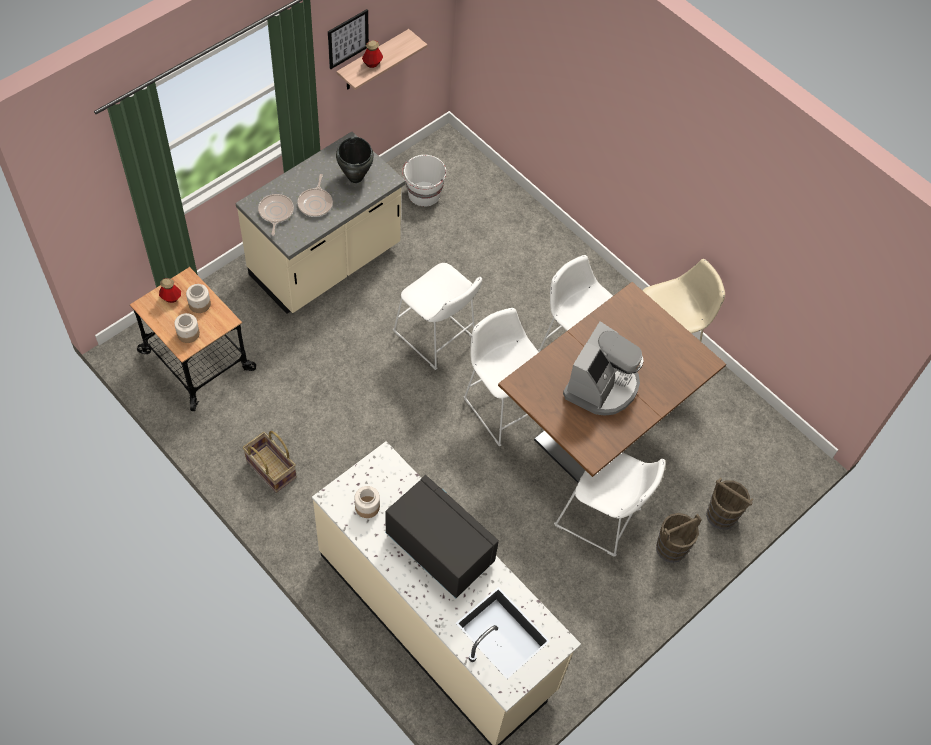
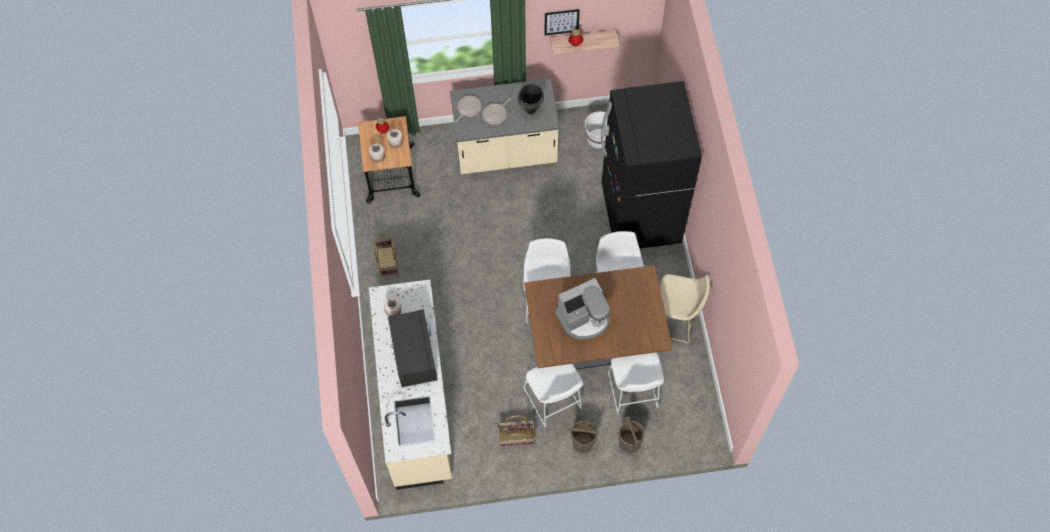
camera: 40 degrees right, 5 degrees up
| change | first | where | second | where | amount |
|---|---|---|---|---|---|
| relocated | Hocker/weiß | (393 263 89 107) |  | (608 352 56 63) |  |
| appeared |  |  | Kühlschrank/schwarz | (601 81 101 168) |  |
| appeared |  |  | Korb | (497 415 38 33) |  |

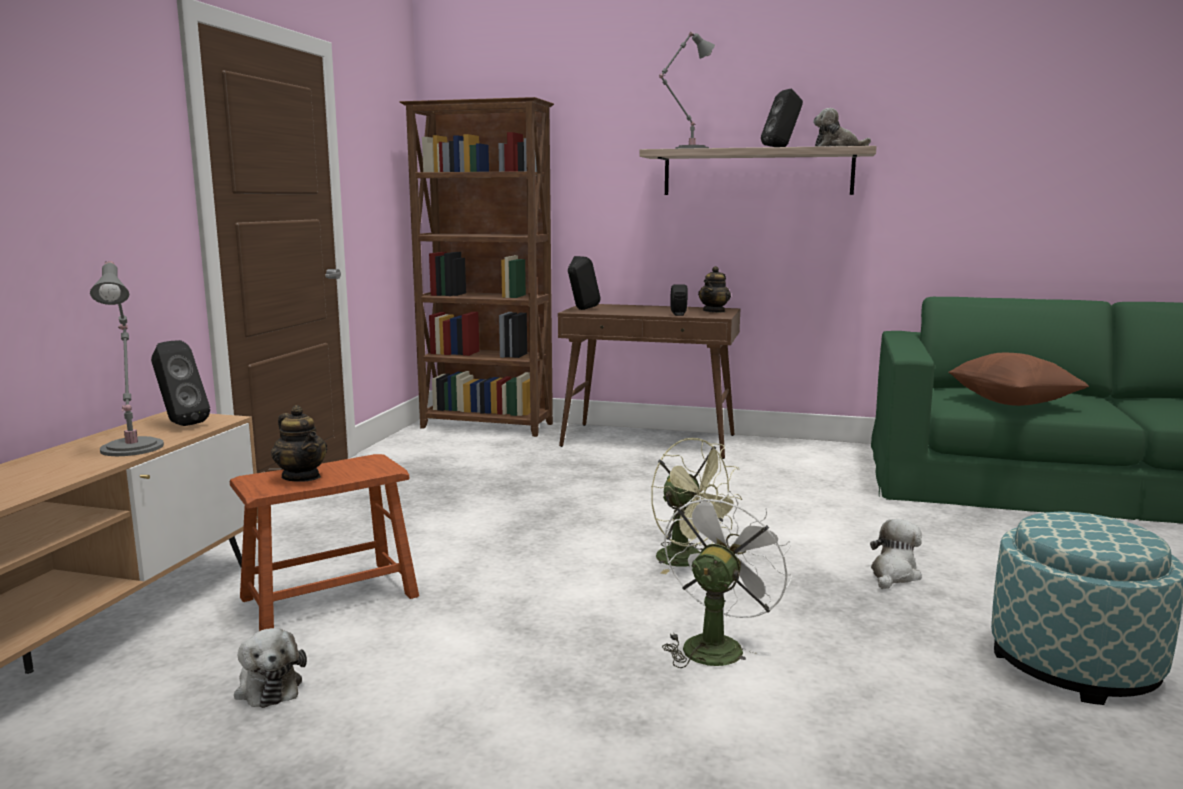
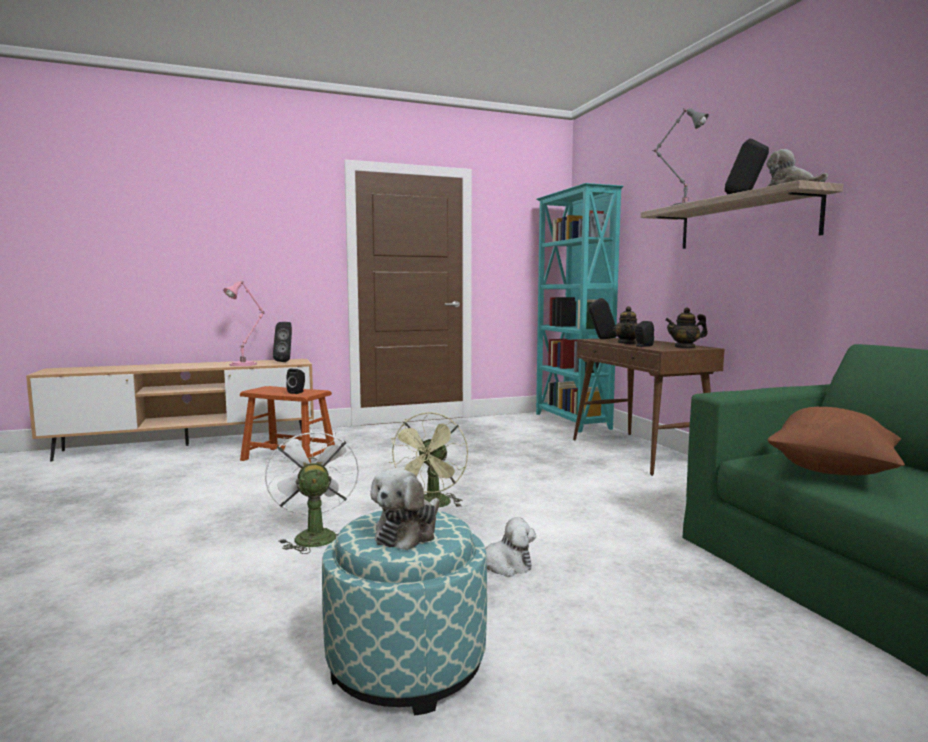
camera: 55 degrees right, 5 degrees down
| change | first | where | second | where | amount |
|---|---|---|---|---|---|
| colour | Bücherregal/braun | (400 97 154 340) | Bücherregal/türkis | (536 183 87 250) |  |
| colour | Tischlampe/grau | (90 261 74 195) | Tischlampe/rosa | (223 281 42 85) |  |
| relocated | Teekanne | (271 405 56 77) |  | (613 306 25 38) |  |
| spun | Ventilator/weiß | (662 490 130 178) |  | (265 427 94 127) | 105 degrees counterclockwise |
| relocated | Plüschtier | (234 628 73 80) |  | (370 468 70 82) |  |
| appeared |  |  | Lautsprecher/schwarz | (286 369 19 25) |  |

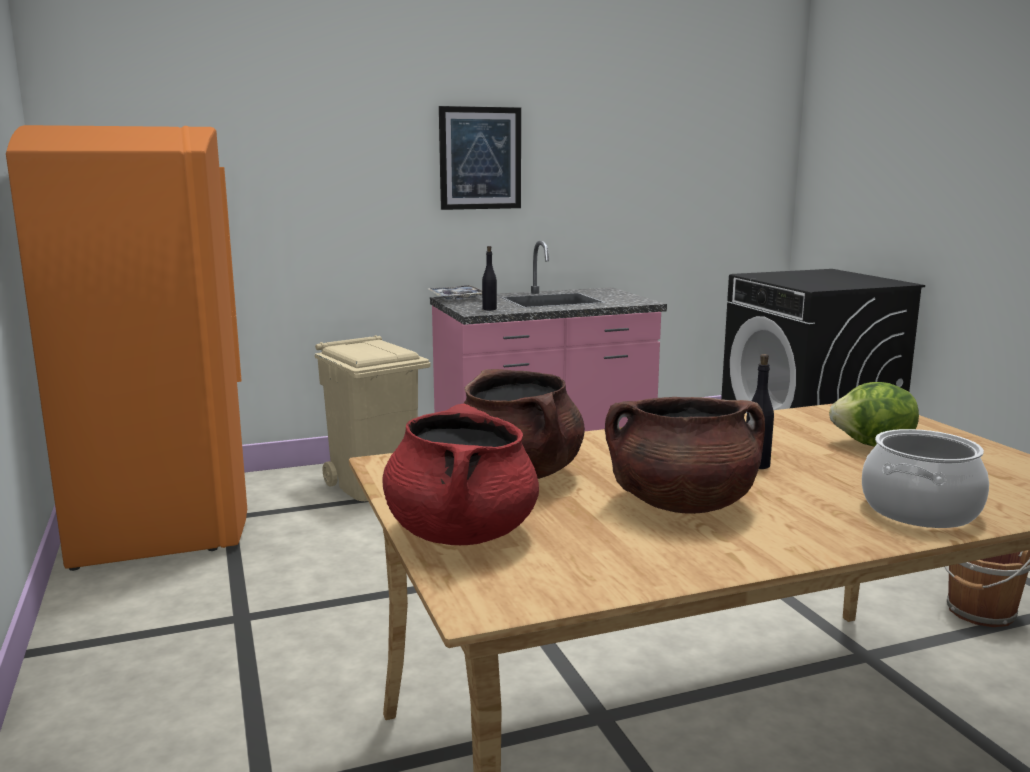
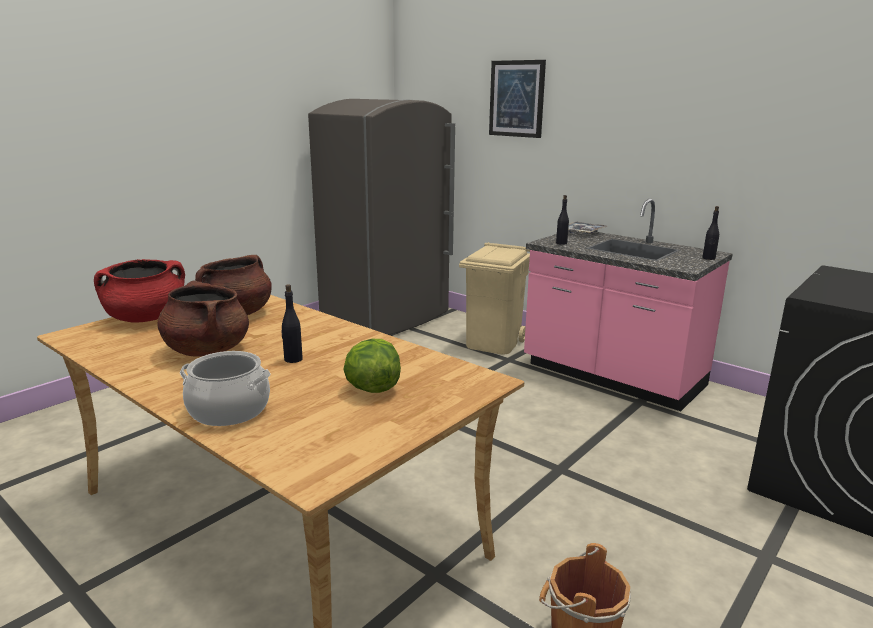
camera: 60 degrees right, 5 degrees up
| change | first | where | second | where | amount |
|---|---|---|---|---|---|
| relocated | Bild | (439 106 82 104) |  | (489 60 57 78) |  |
| colour | Kühlschrank/orange | (6 125 241 446) | Kühlschrank/grau | (308 99 147 236) |  |
| appeared |  |  | Flasche/schwarz | (703 206 16 54) |  |

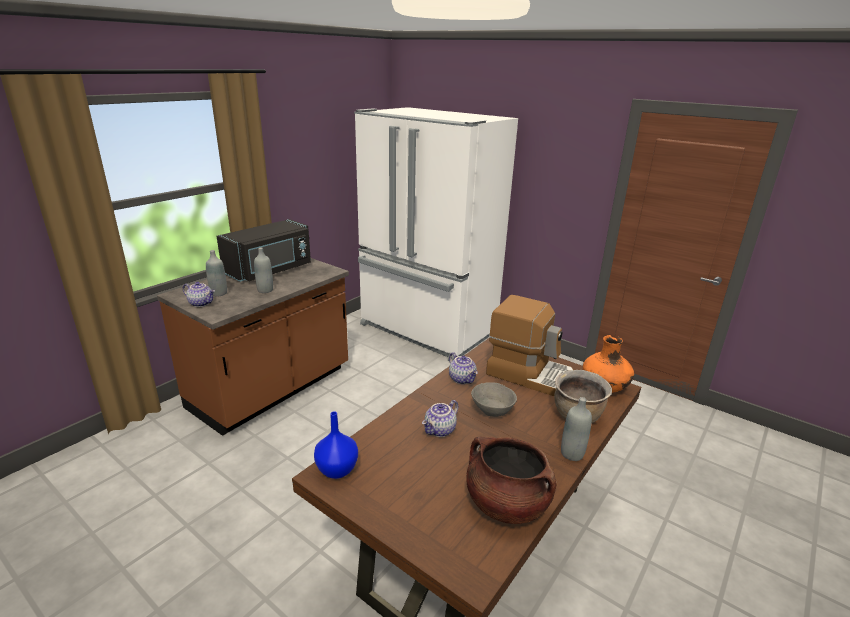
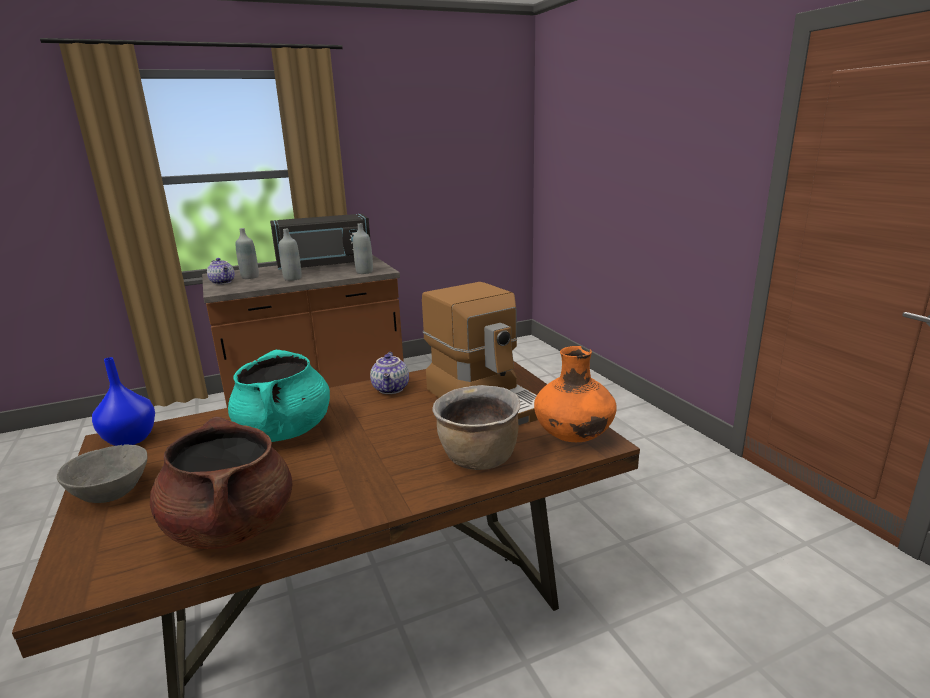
camera: 30 degrees right, 5 degrees down
| change | first | where | second | where | amount |
|---|---|---|---|---|---|
| missing | Kühlschrank/weiß | (354 107 164 254) |  |  |  |
| relocated | Schüssel/grau | (471 382 46 35) |  | (57 444 90 59) |  |
| relocated | Flasche/grau | (561 397 31 64) |  | (353 223 20 51) |  |
| exchanged | Teekanne | (422 400 36 37) | Kochtopf/türkis | (228 350 102 92) |  |

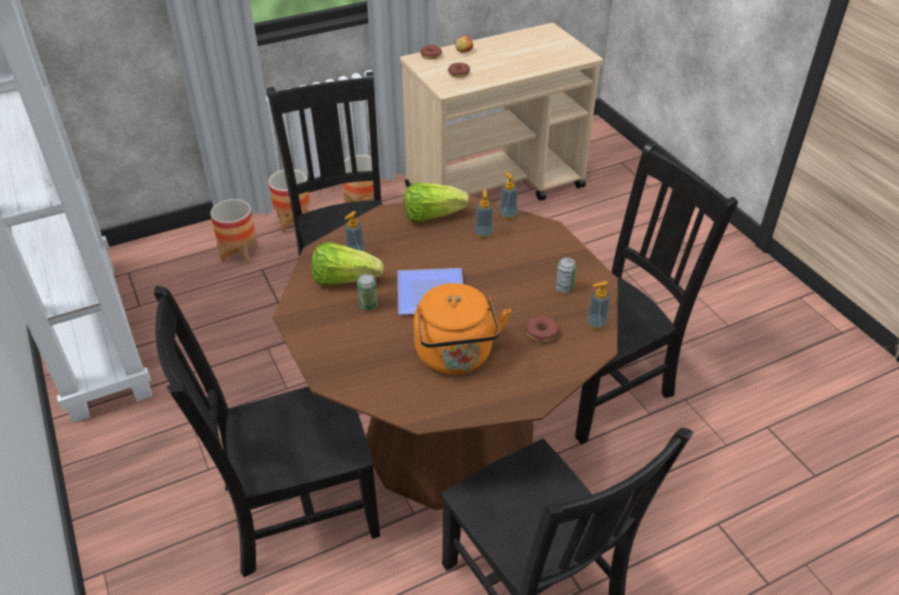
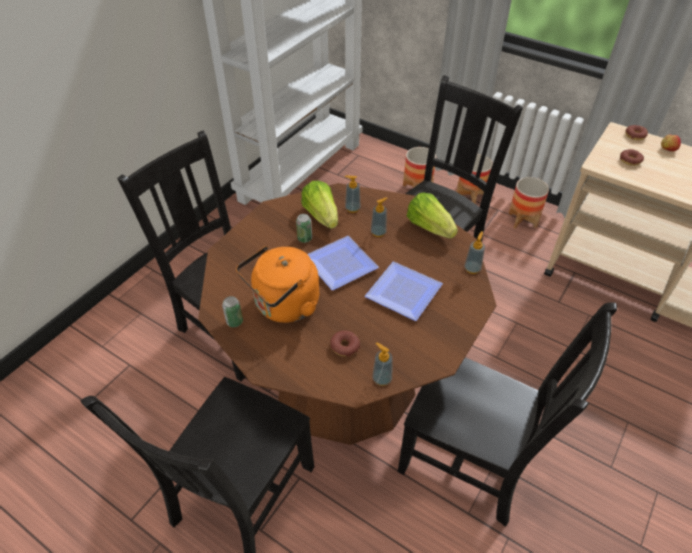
camera: 60 degrees right, 5 degrees up
| change | first | where | second | where | amount |
|---|---|---|---|---|---|
| relocated | Seifenspender | (474 189 19 50) |  | (371 197 17 40) |  |
| relocated | Dose | (555 257 21 36) |  | (222 296 21 31) |  |
| appeared |  |  | Teller | (365 262 78 59) |  |

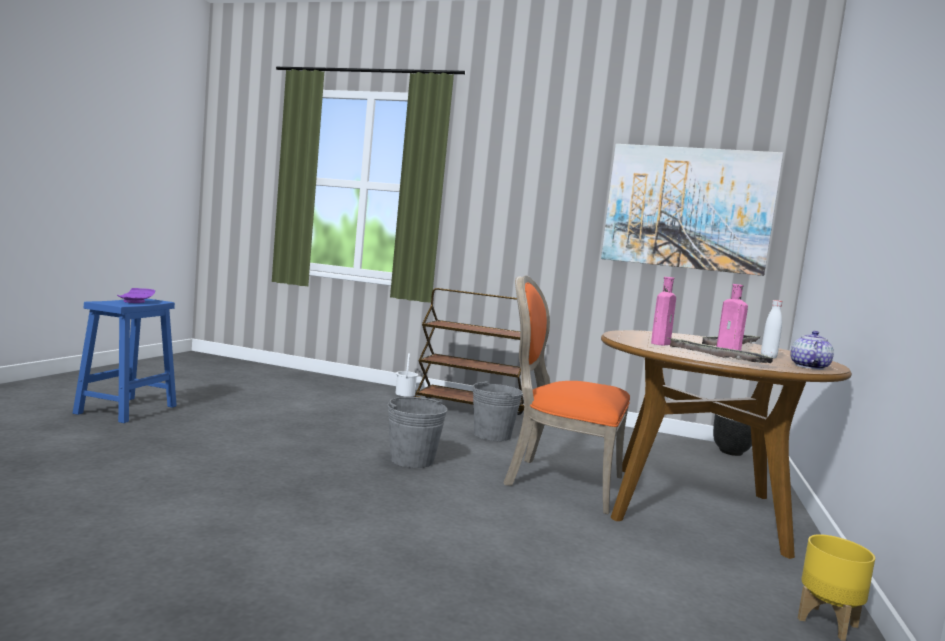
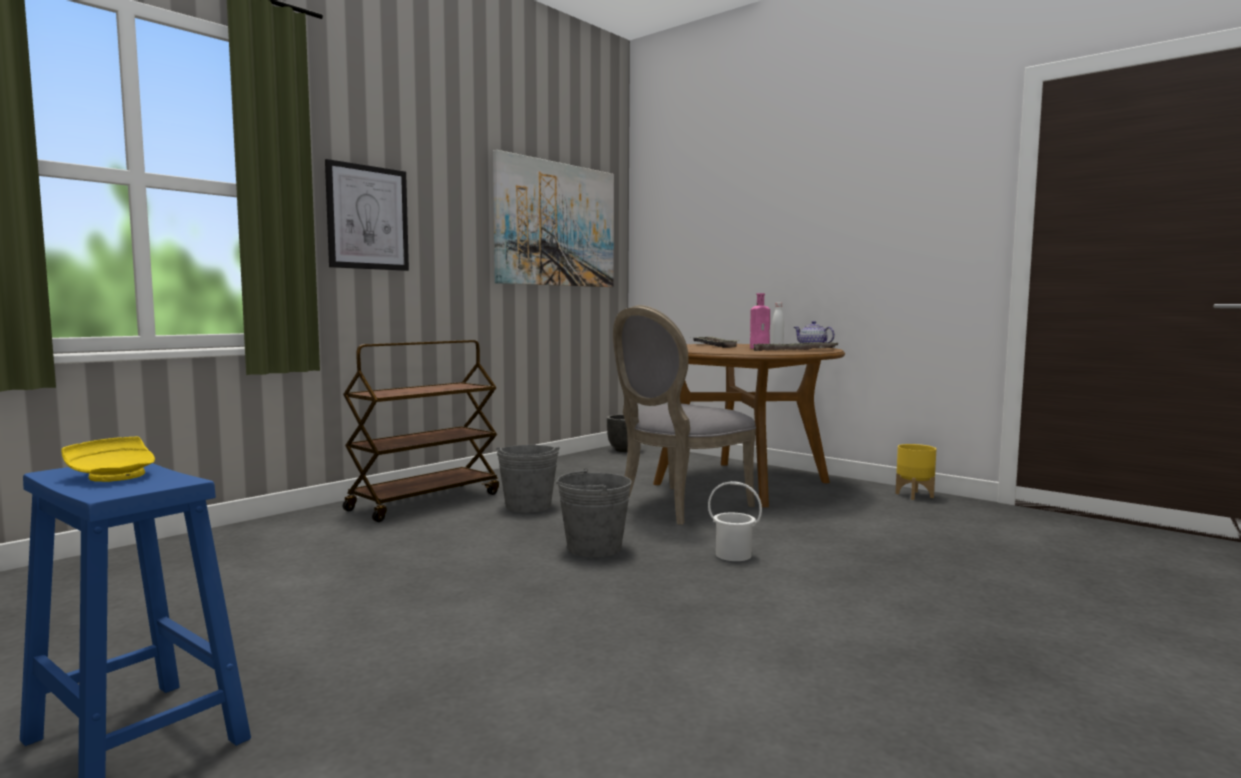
camera: 65 degrees left, 0 degrees up
| change | first | where | second | where | amount |
|---|---|---|---|---|---|
| colour | Stuhl/orange | (503 275 127 239) | Stuhl/grau | (613 305 143 220) |  |
| missing | Flasche/rosa | (651 277 25 69) |  |  |  |
| colour | Teller/lila | (117 288 38 15) | Teller/gelb | (61 437 94 45) |  |
| relocated | Eimer/weiß | (396 353 22 44) |  | (708 481 54 80) |  |
| appeared |  |  | Bild | (325 159 84 112) |  |

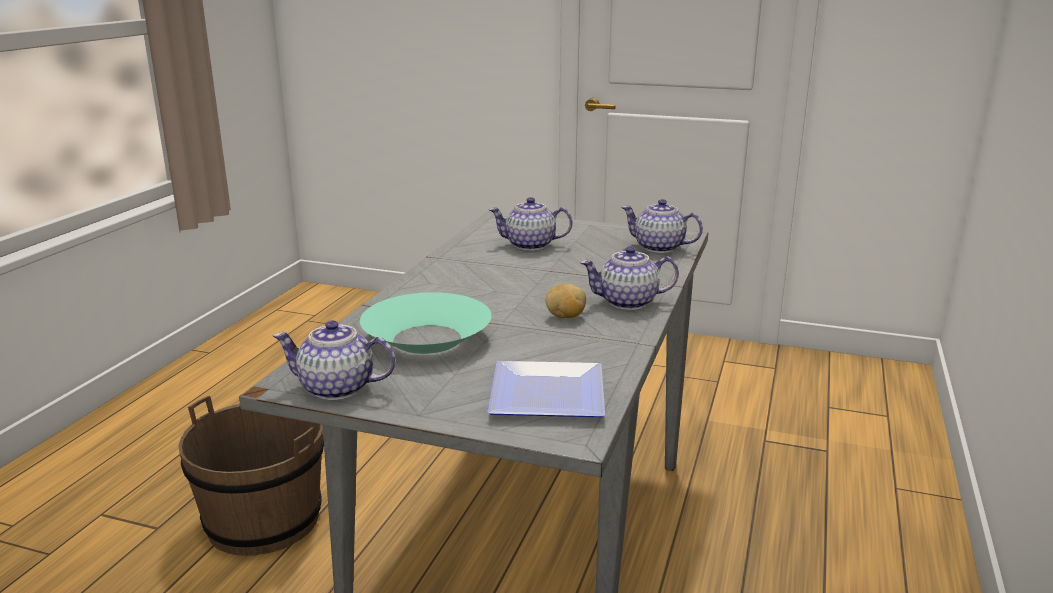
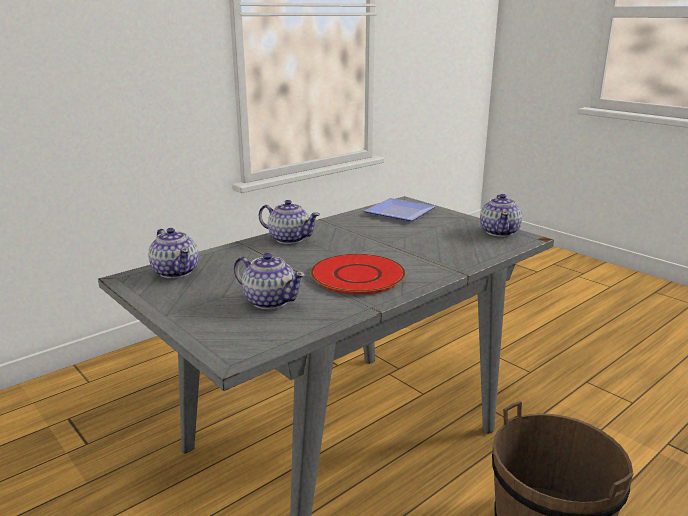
camera: 150 degrees left, 0 degrees up
| change | first | where | second | where | amount |
|---|---|---|---|---|---|
| missing | Kartoffel | (546 284 40 34) |  |  |  |
| missing | Schüssel/türkis | (360 292 132 62) |  |  |  |
| spun | Teekanne | (273 320 123 80) |  | (480 194 42 43) | 60 degrees clockwise |
| appeared |  |  | Teller/rot | (311 254 95 40) |  |

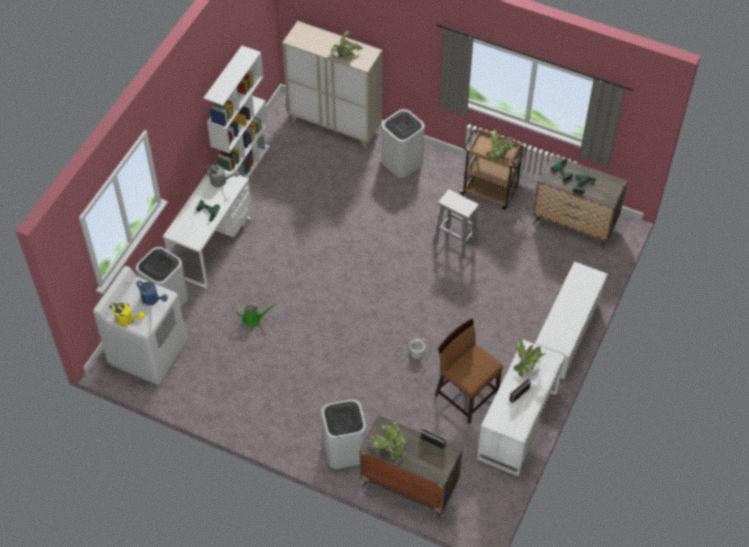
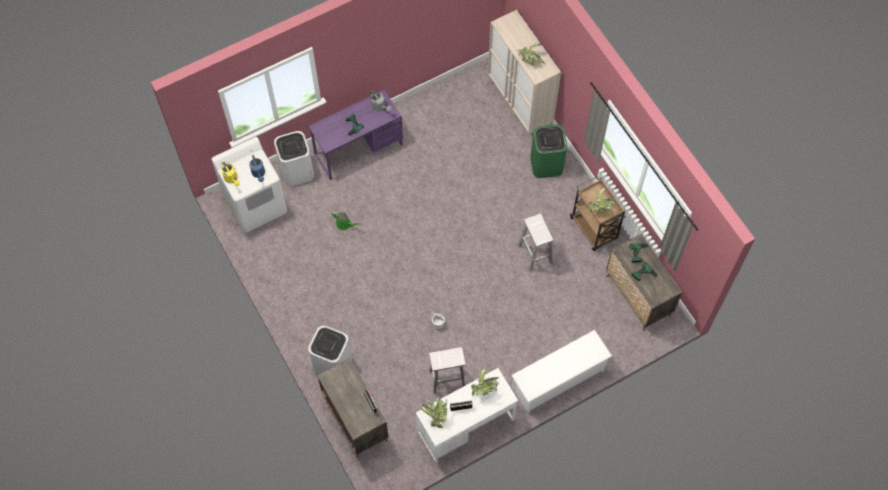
camera: 35 degrees right, 10 degrees up
| change | first | where | second | where | amount |
|---|---|---|---|---|---|
| missing | Bücherregal/weiß | (203 46 67 132) |  |  |  |
| colour | Mülleimer/weiß | (382 109 43 69) | Mülleimer/grün | (530 125 37 53) |  |
| colour | Schreibtisch/weiß | (163 165 90 124) | Schreibtisch/lila | (308 90 95 90) |  |
| exchanged | Stuhl/braun | (435 319 68 105) | Hocker/weiß | (429 347 37 47) |  |
| relocated | Topfpflanze | (371 421 35 39) |  | (421 397 27 31) |  |

